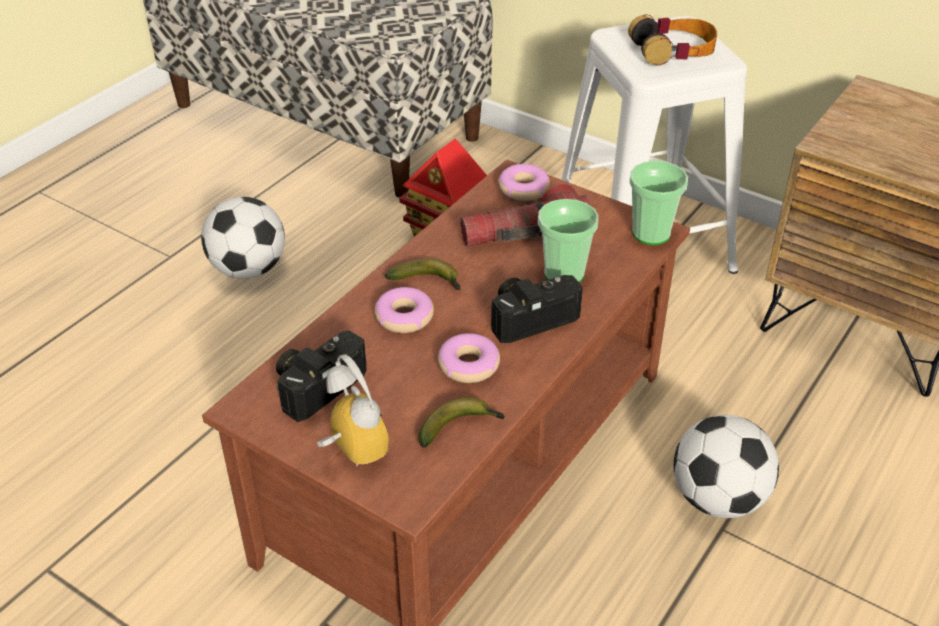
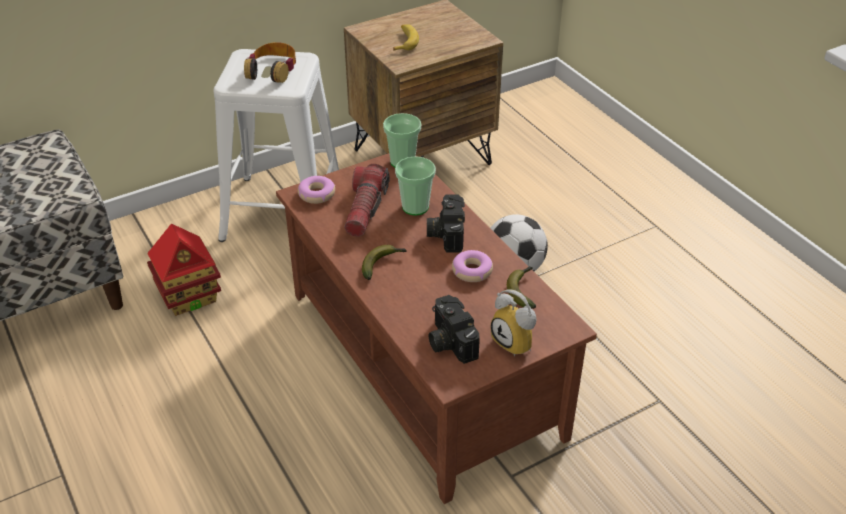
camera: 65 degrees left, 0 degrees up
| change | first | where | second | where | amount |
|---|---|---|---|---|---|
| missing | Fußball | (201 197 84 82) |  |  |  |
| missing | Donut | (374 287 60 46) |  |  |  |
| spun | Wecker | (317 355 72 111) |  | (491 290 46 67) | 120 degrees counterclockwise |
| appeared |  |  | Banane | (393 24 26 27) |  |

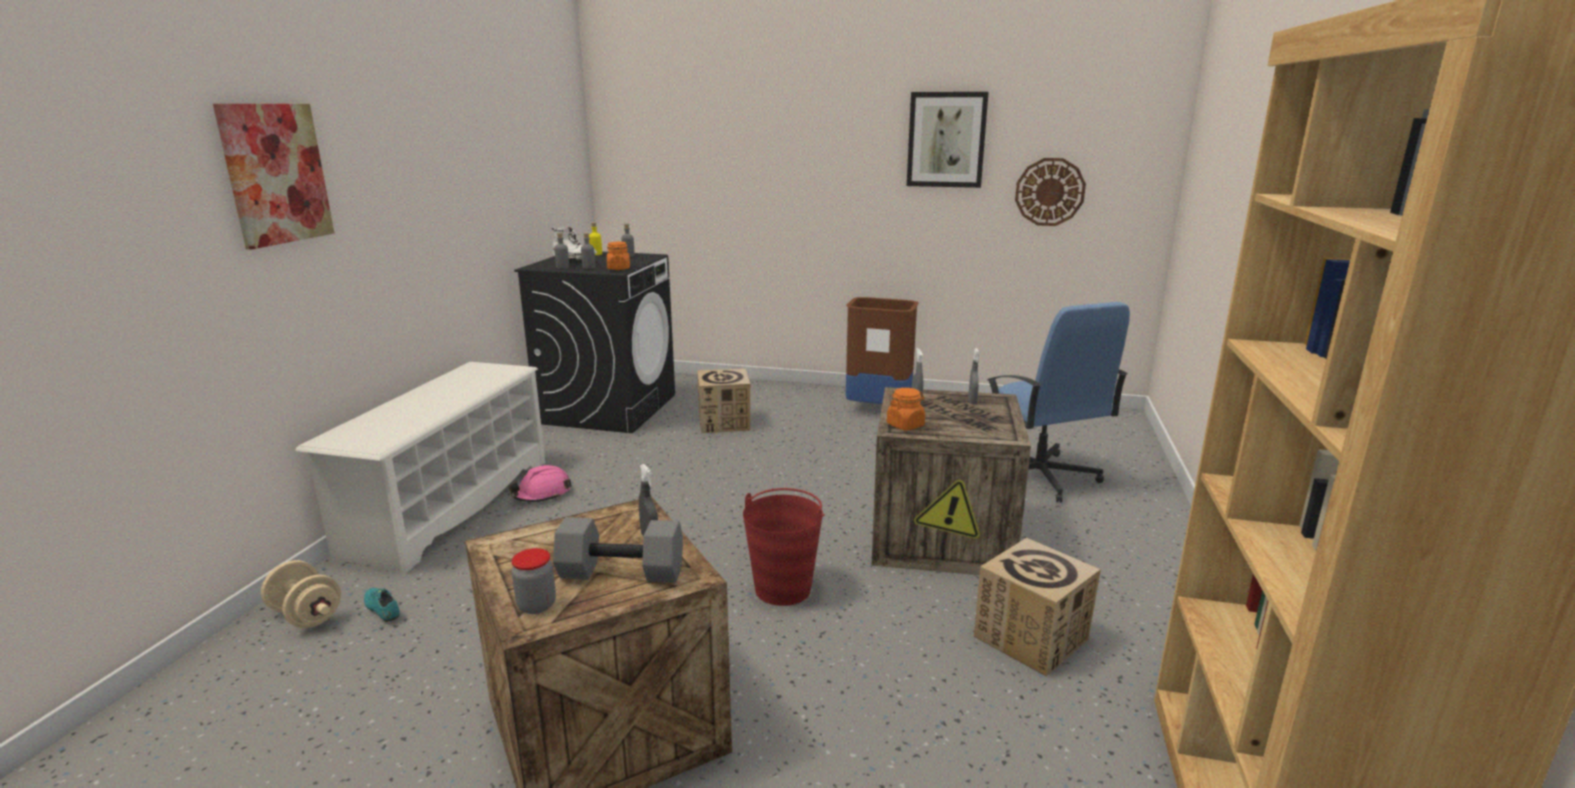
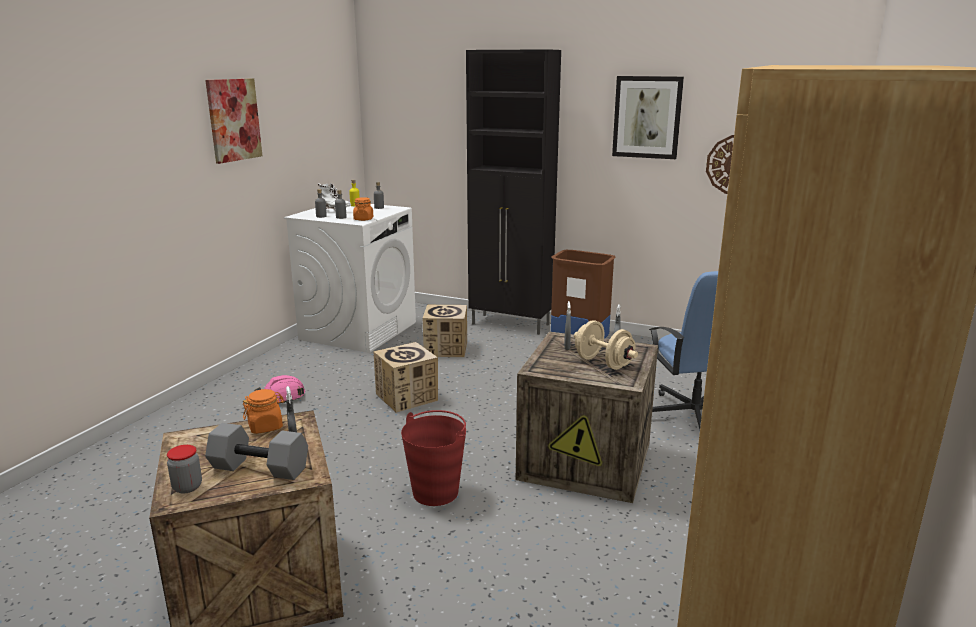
camera: 10 degrees right, 0 degrees up
| change | first | where | second | where | amount |
|---|---|---|---|---|---|
| relocated | Bild | (213 104 121 145) |  | (205 78 57 86) |  |
| colour | Waschmaschine/schwarz | (514 252 161 181) | Waschmaschine/weiß | (284 204 132 149) |  |
| missing | Schuhregal/weiß | (295 362 250 211) |  |  |  |
| relocated | Vorratsglas/orange | (887 388 38 42) |  | (243 389 41 45) |  |
| relocated | Karton | (974 538 127 139) |  | (373 342 65 71) |  |
| relocated | Hantel/beige | (261 560 80 68) |  | (574 320 64 50) |  |
| missing | Schuh/türkis | (364 588 36 35) |  |  |  |
| appeared |  |  | Schrank/schwarz | (466 49 95 286) |  |

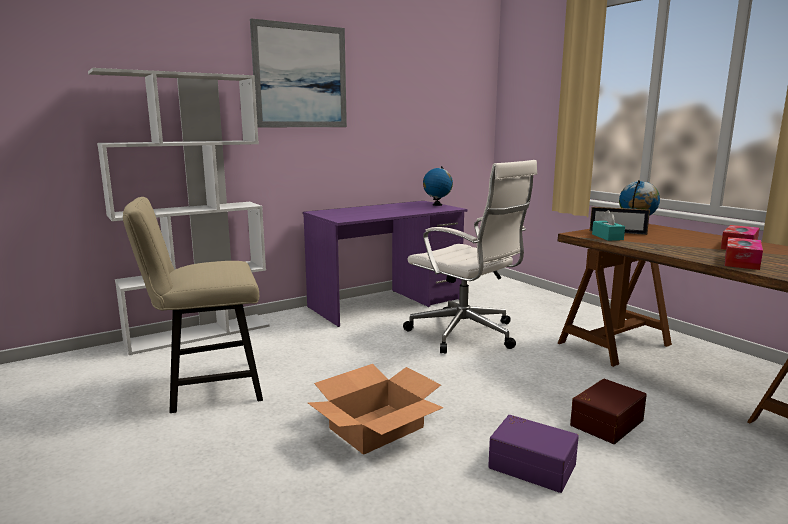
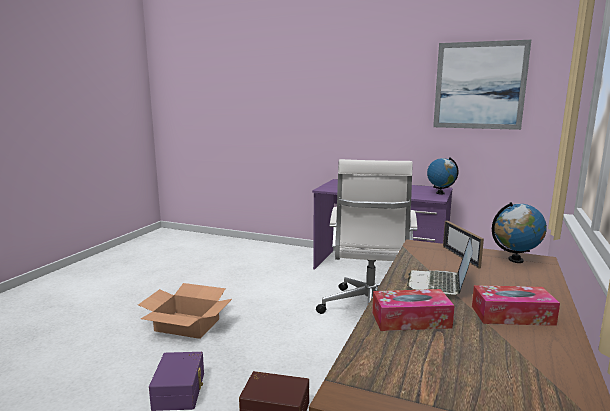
camera: 55 degrees right, 0 degrees up
| change | first | where | second | where | amount |
|---|---|---|---|---|---|
| relocated | Bild | (250 18 97 109) |  | (433 40 98 90) |  |
| missing | Bücherregal/weiß | (88 68 182 287) |  |  |  |
| missing | Stuhl/beige | (123 197 140 216) |  |  |  |
| missing | Taschentuchbox/türkis | (592 210 33 31) |  |  |  |
| appeared |  |  | Laptop | (407 235 66 61) |  |

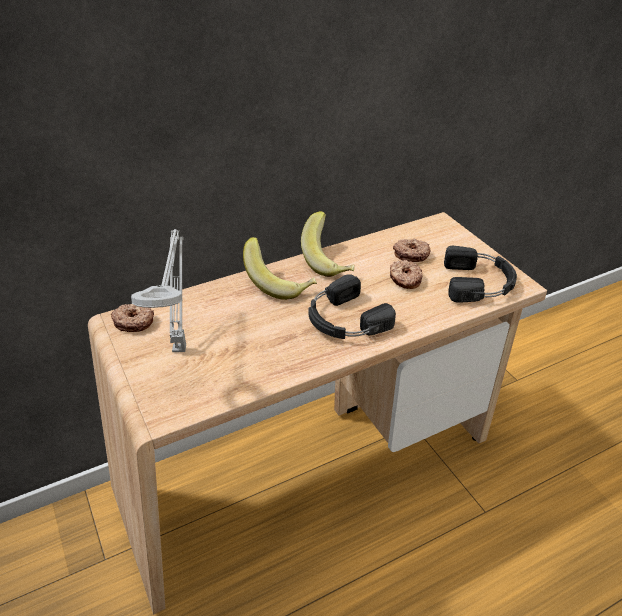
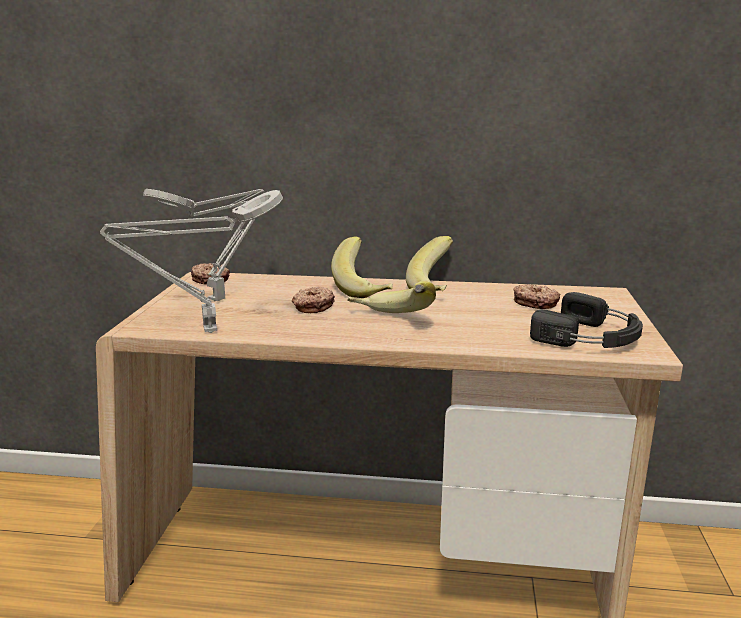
camera: 35 degrees right, 20 degrees down
| change | first | where | second | where | amount |
|---|---|---|---|---|---|
| relocated | Donut | (390 260 32 29) |  | (292 287 43 26) |  |
| exchanged | Kopfhörer/schwarz | (308 274 88 65) | Banane | (347 281 89 32) |  |
| appeared |  |  | Tischlampe/grau | (100 190 183 143) |  |

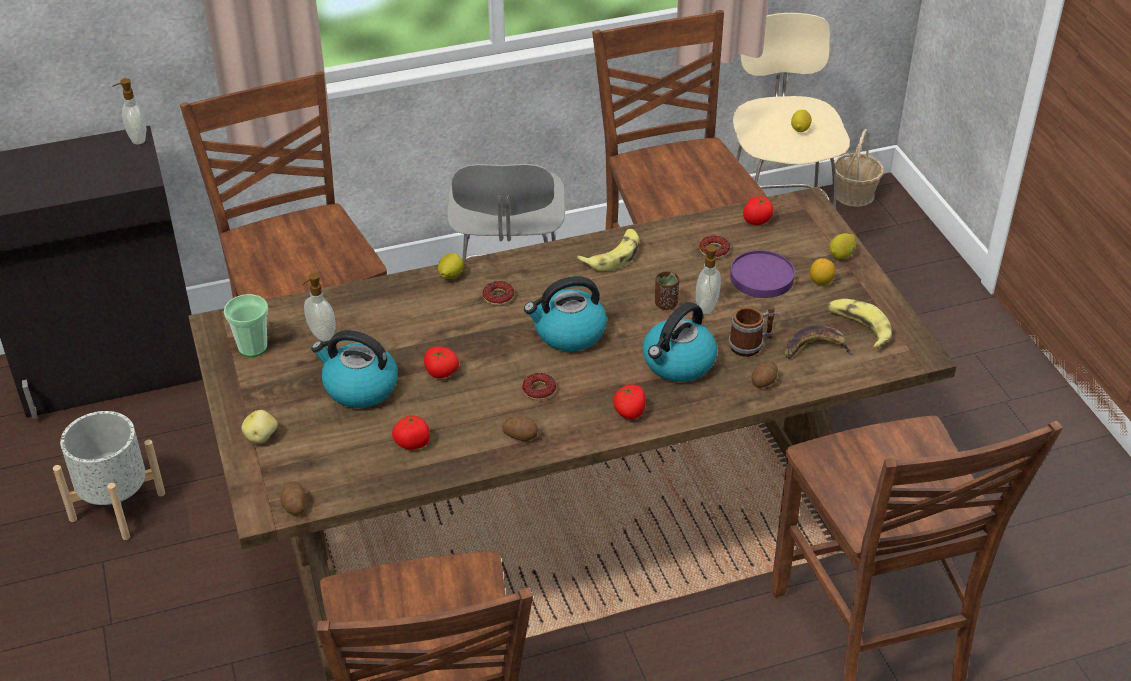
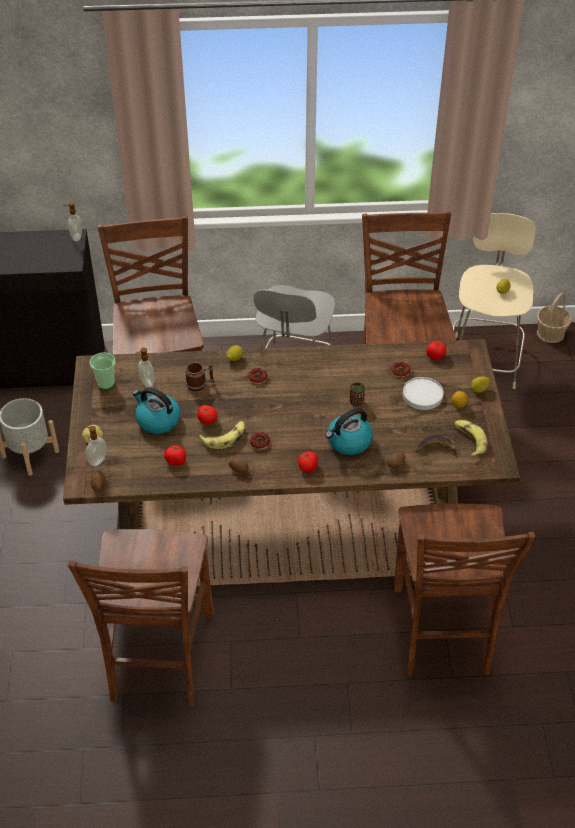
camera: 15 degrees right, 5 degrees up
| change | first | where | second | where | amount |
|---|---|---|---|---|---|
| relocated | Banane | (577 229 62 42) |  | (198 421 47 28) |  |
| relocated | Seifenspender | (696 245 25 69) |  | (85 426 22 41) |  |
| colour | Teller/lila | (730 250 65 48) | Teller/weiß | (403 377 40 33) |  |
| missing | Wasserkessel | (524 276 83 75) |  |  |  |
| relocated | Henkelbecher | (728 306 47 51) |  | (185 362 29 29) |  |

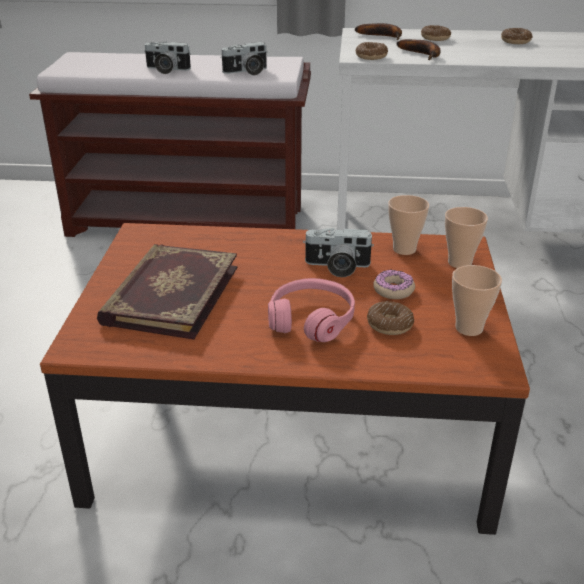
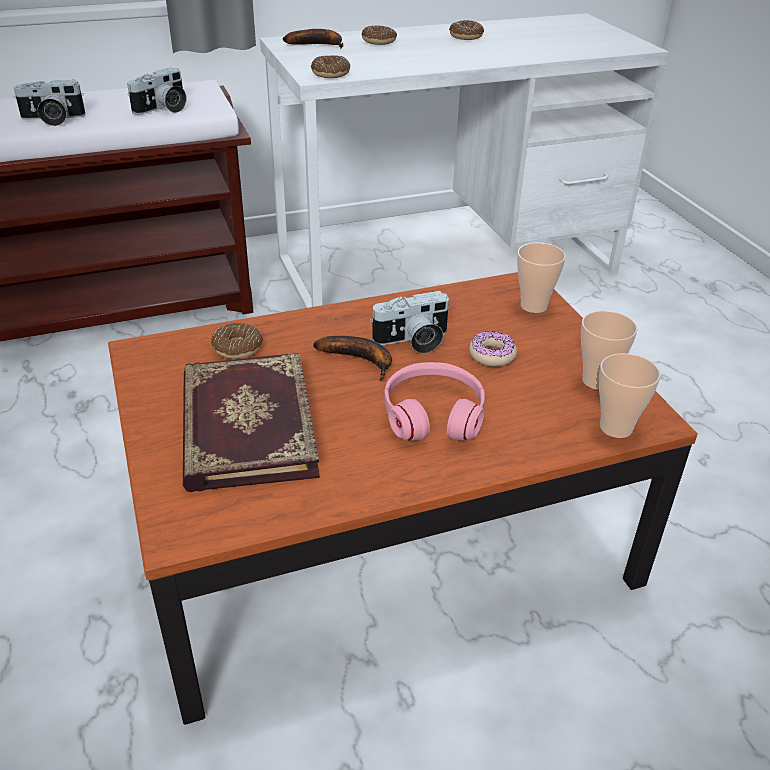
camera: 25 degrees left, 5 degrees up
| change | first | where | second | where | amount |
|---|---|---|---|---|---|
| relocated | Banane | (396 39 45 21) |  | (313 336 79 45) |  |
| relocated | Tasse | (388 195 41 60) |  | (599 353 62 85) |  |
| relocated | Donut | (367 301 47 34) |  | (211 323 52 36) |  |

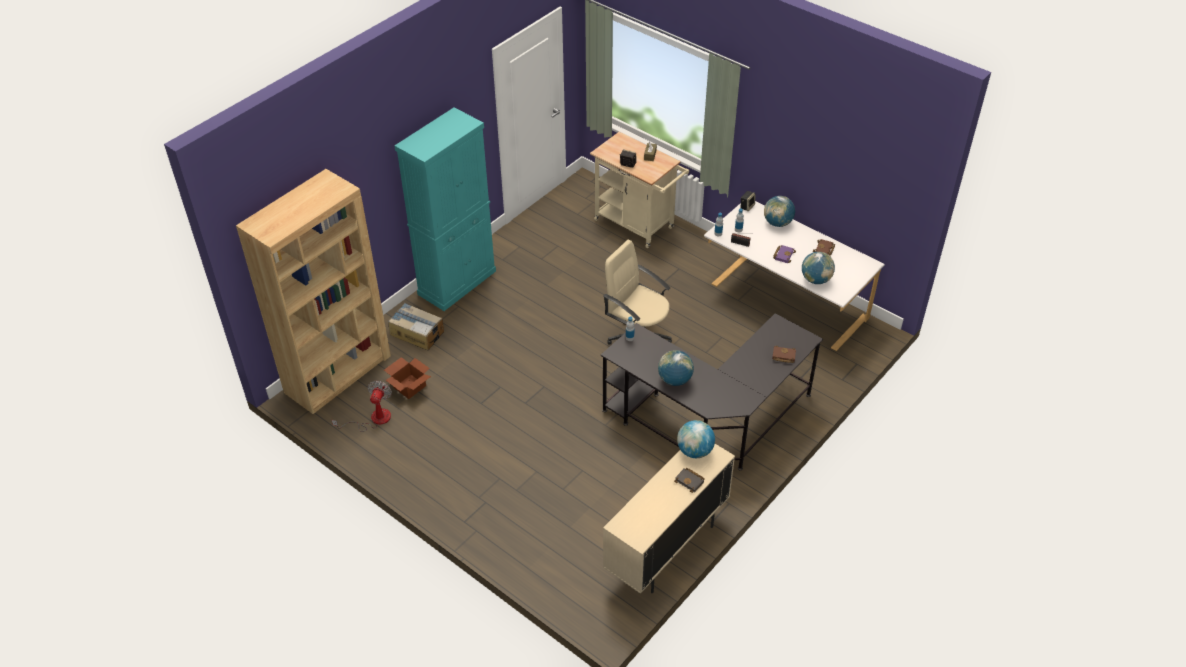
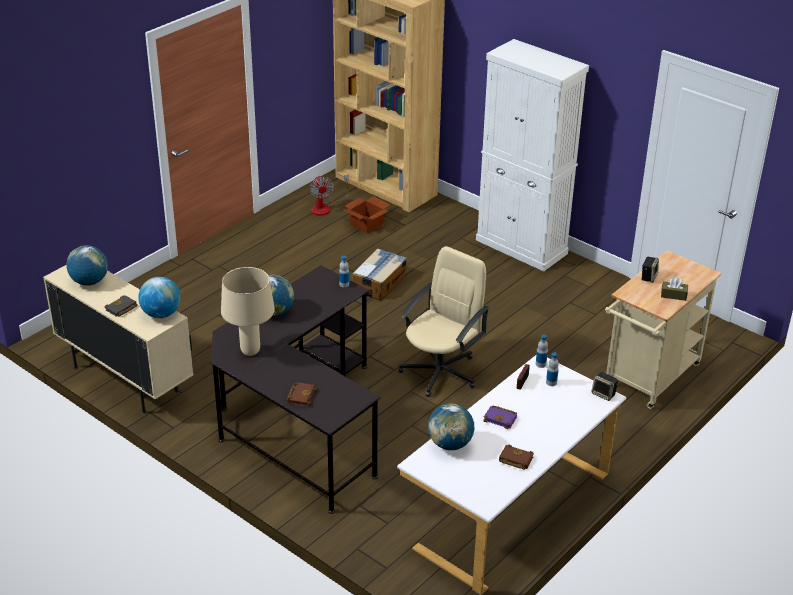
camera: 90 degrees right, 10 degrees down
| change | first | where | second | where | amount |
|---|---|---|---|---|---|
| colour | Schrank/türkis | (395 108 101 203) | Schrank/weiß | (476 39 113 232) |  |
| relocated | Globus | (764 196 31 31) |  | (66 245 42 41) |  |
| relocated | Karton | (388 303 56 47) |  | (352 248 55 53) |  |
| spun | Ventilator | (332 381 60 51) |  | (310 175 39 41) | 60 degrees clockwise |
| appeared |  |  | Tischlampe/beige | (221 267 54 89) |  |

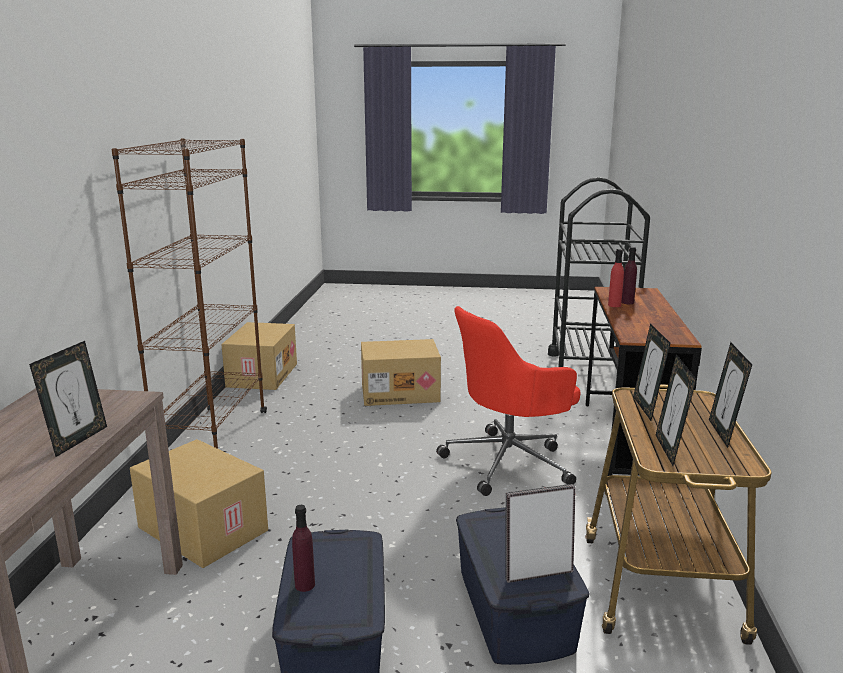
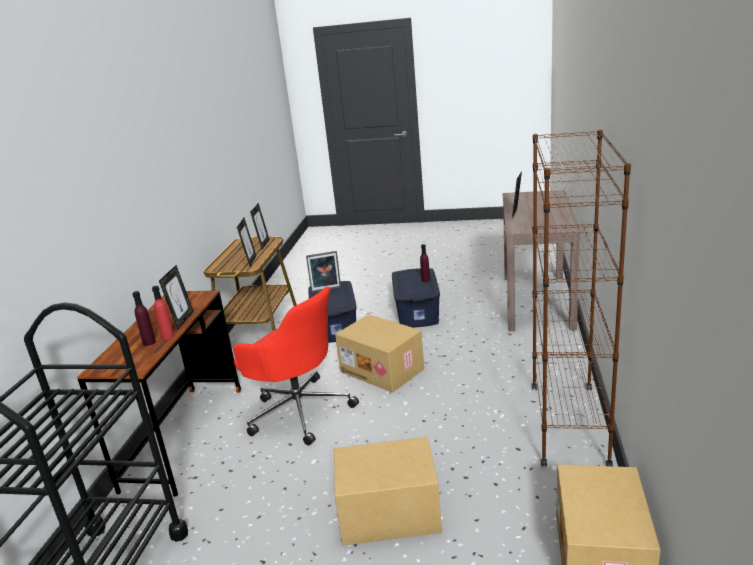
camera: 175 degrees left, 5 degrees up
| change | first | where | second | where | amount |
|---|---|---|---|---|---|
| spun | Bürostuhl/rot | (436 306 144 190) |  | (233 286 126 160) | 60 degrees clockwise |
| relocated | Bilderrahmen | (709 342 43 106) |  | (159 265 34 65) |  |
| relocated | Karton | (130 439 138 129) |  | (335 314 89 79) |  |

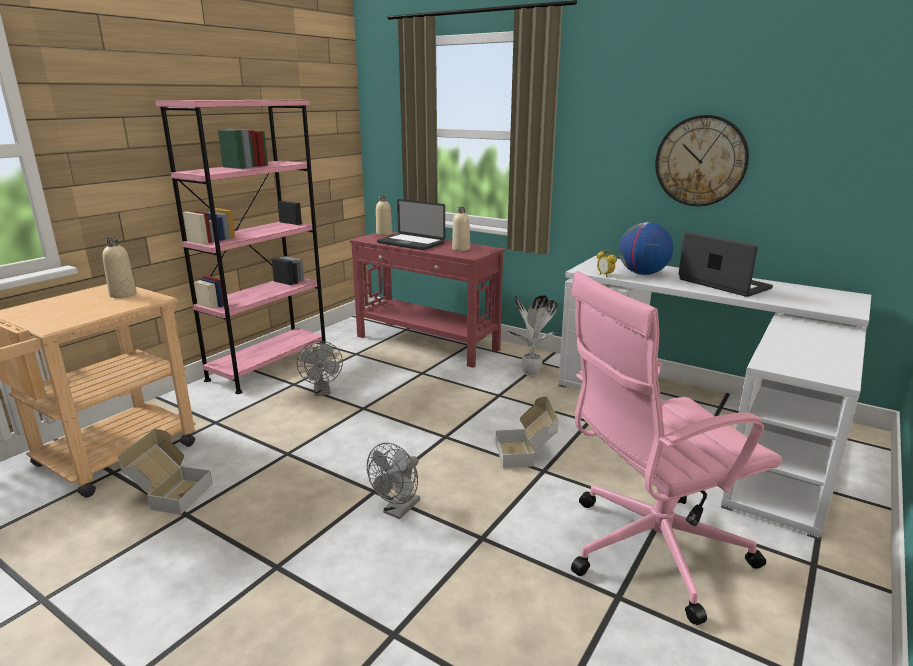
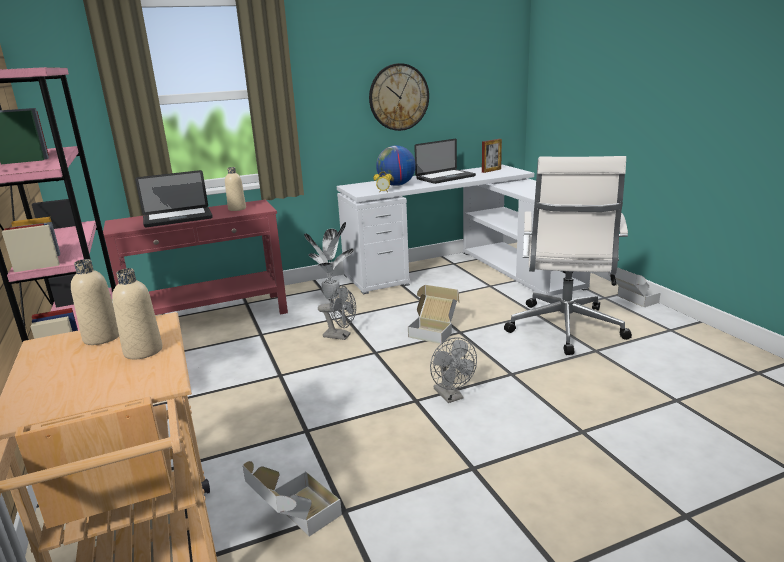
camera: 55 degrees left, 0 degrees up
| change | first | where | second | where | amount |
|---|---|---|---|---|---|
| relocated | Flasche/beige | (376 196 16 40) |  | (112 268 50 91) |  |
| spun | Laptop | (679 232 94 65) |  | (414 139 62 45) | 150 degrees clockwise |
| colour | Bürostuhl/rosa | (570 271 212 354) | Bürostuhl/weiß | (504 156 128 199) |  |
| relocated | Ventilator/grau | (297 341 46 55) |  | (318 285 38 55) |  |
| appeared |  |  | Bilderrahmen | (482 139 20 34) |  |
| appeared |  |  | Karton | (609 267 52 40) |  |

